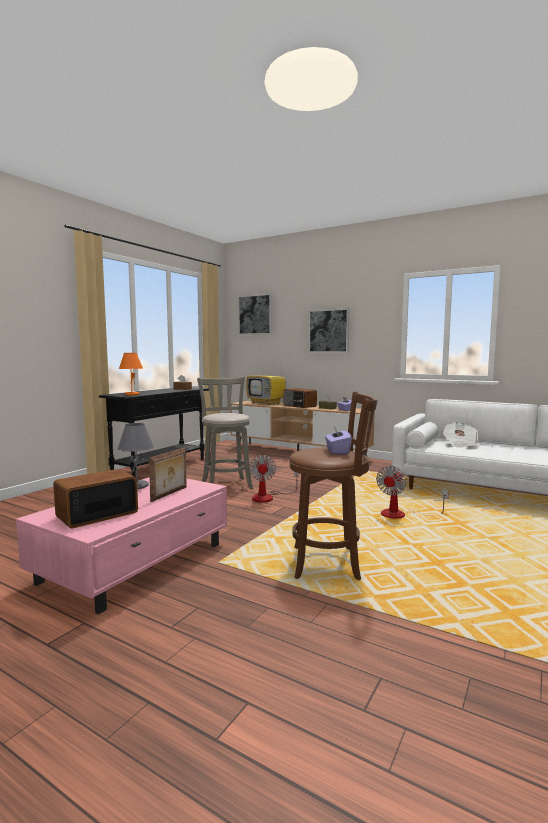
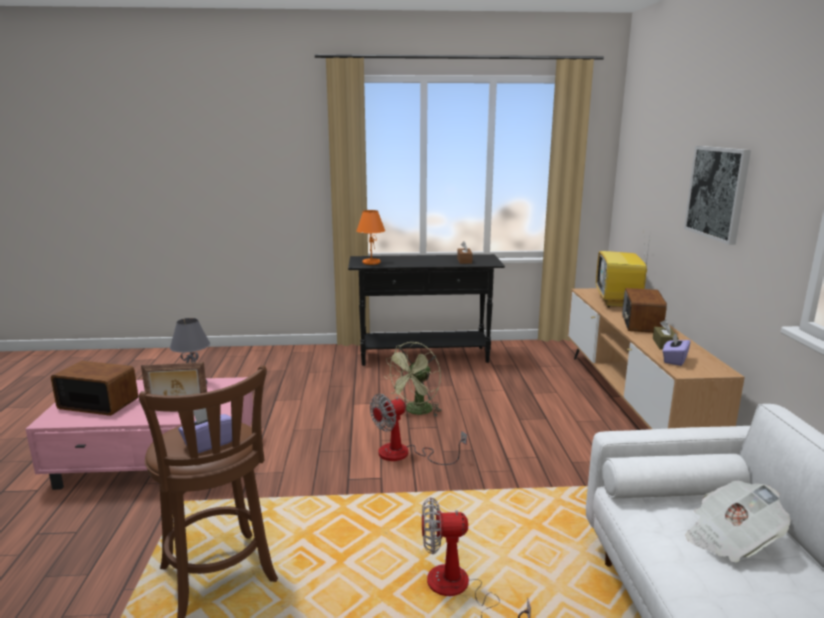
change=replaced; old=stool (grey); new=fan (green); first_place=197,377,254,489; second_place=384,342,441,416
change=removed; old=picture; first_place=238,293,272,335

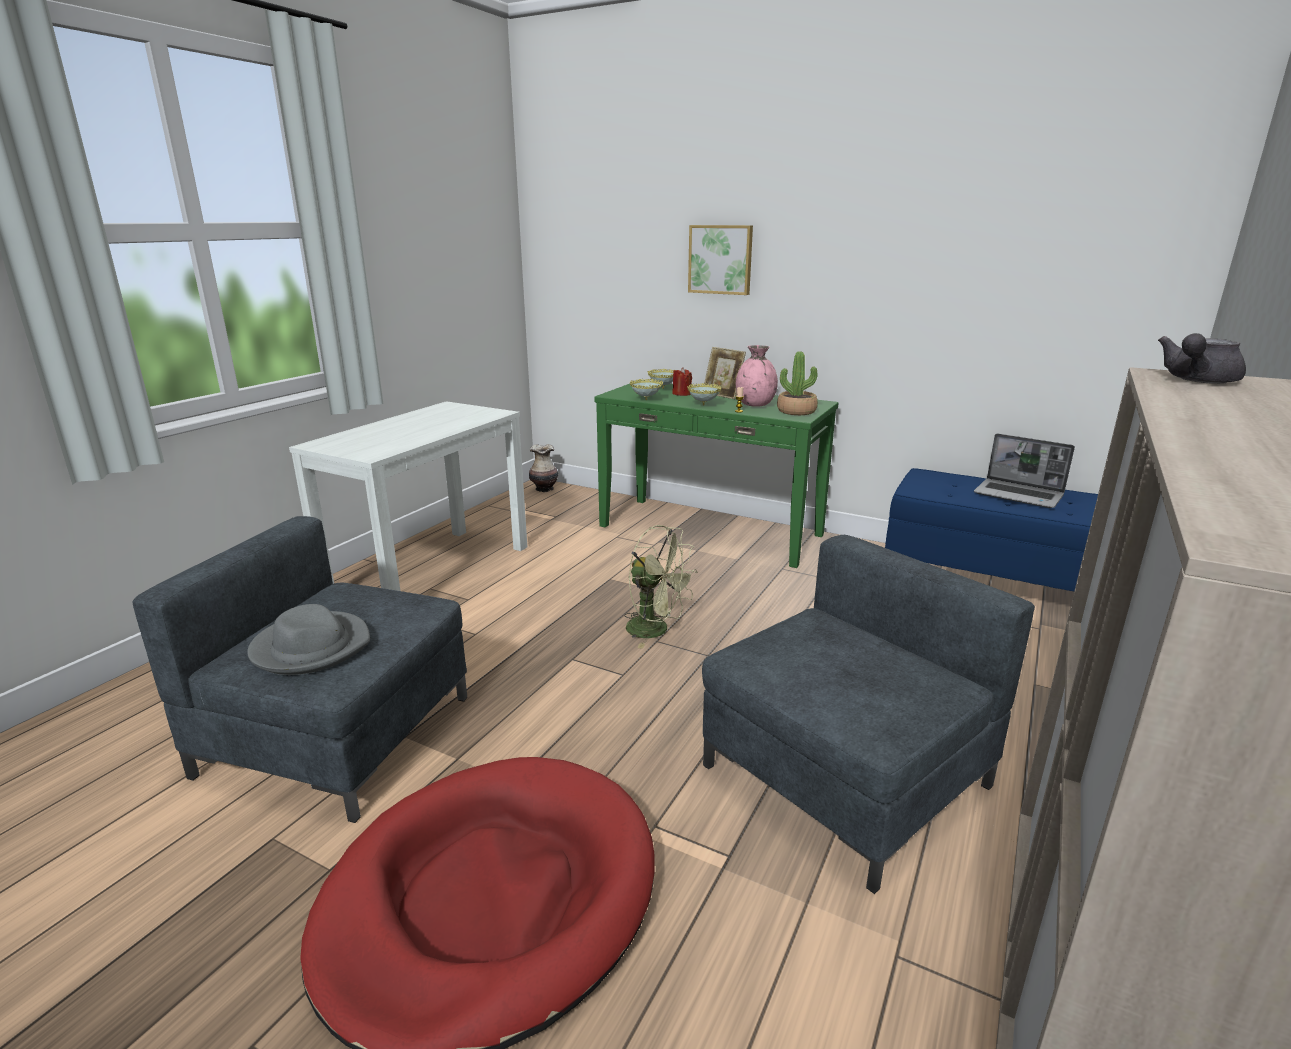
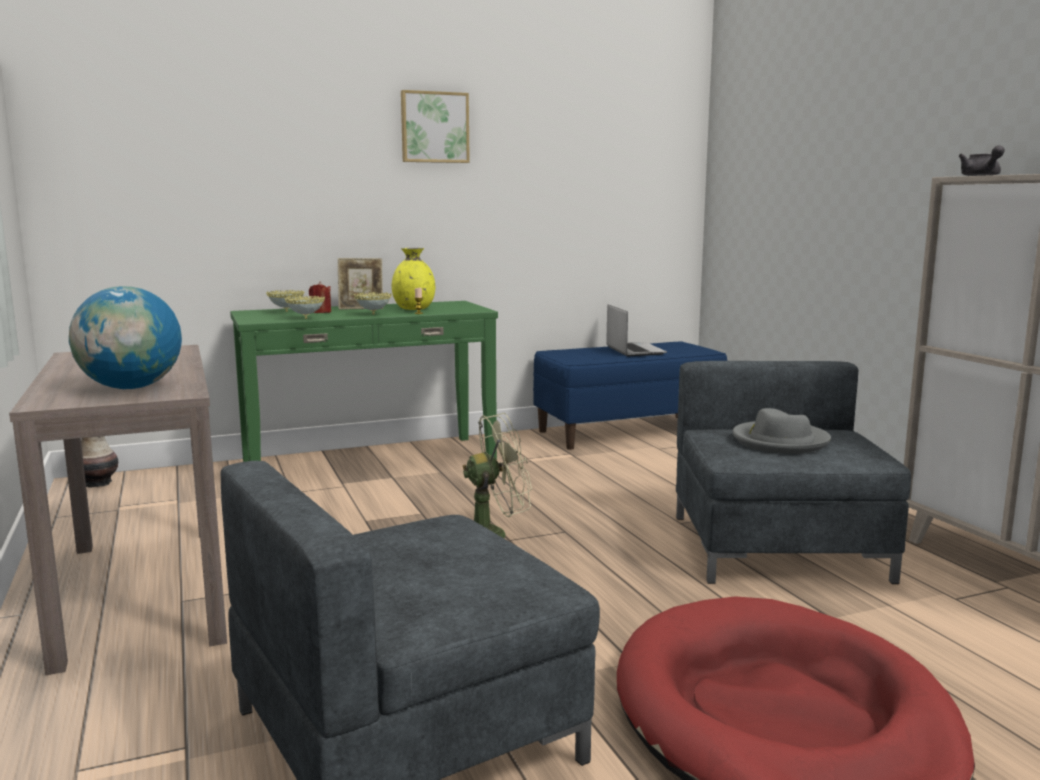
change=recoloured; old=console table (white); new=console table (brown); first_place=289,401,527,591; second_place=9,345,227,675
change=added; new=globe; second_place=69,286,182,389
change=recoloured; old=vase (pink); new=vase (yellow); first_place=736,345,778,407; second_place=392,248,435,310
change=moved; old=picture; first_place=688,225,753,295; second_place=401,90,470,163
change=turned; old=laptop; first_place=974,434,1075,508; second_place=606,304,667,356; degrees=-90
change=moved; old=hat (grey); first_place=247,604,370,675; second_place=732,408,831,454
change=removed; old=potted plant; first_place=777,351,818,415

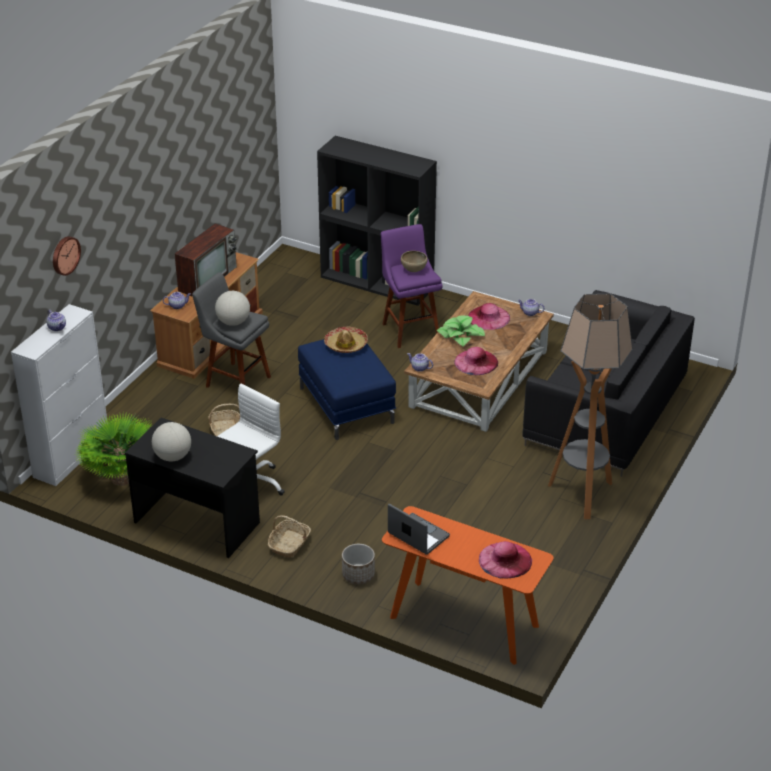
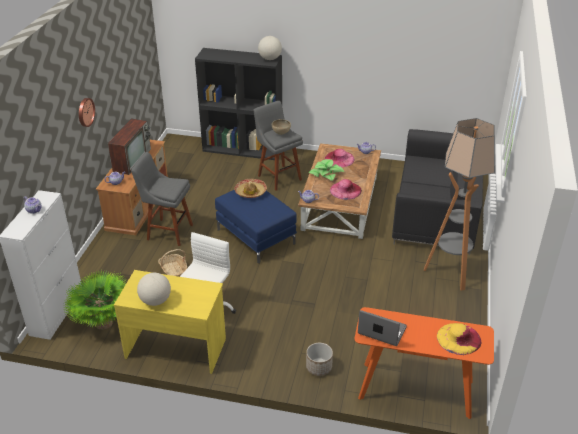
change=moved; old=wall clock; first_place=53,236,81,276; second_place=79,98,95,127
change=recoloured; old=desk (black); new=desk (yellow); first_place=125,417,260,558; second_place=114,270,226,374
change=recoloured; old=stool (purple); new=stool (grey); first_place=381,224,443,348; second_place=254,101,303,191
change=moved; old=globe; first_place=215,291,250,326; second_place=258,36,282,60
change=recoloured; old=hat (pink); new=hat (yellow); first_place=479,541,532,578; second_place=437,323,481,355
change=removed; old=basket; first_place=268,515,311,558

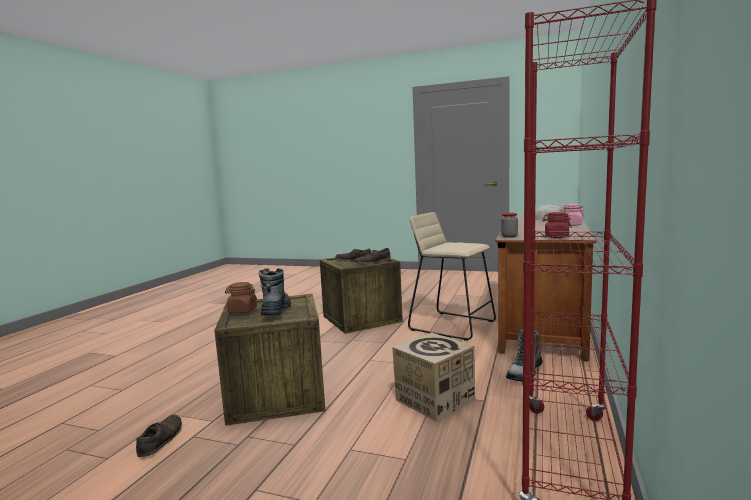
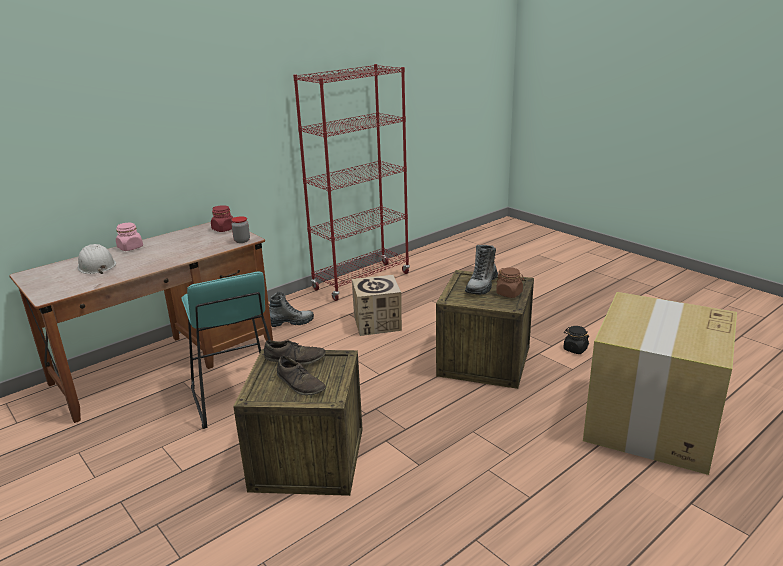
change=recoloured; old=stool (beige); new=stool (turquoise); first_place=408,212,496,341; second_place=181,271,271,429
change=replaced; old=shoe (brown); new=jar (black); first_place=136,415,182,457; second_place=563,326,589,354
change=added; new=cardboard box; second_place=583,292,737,475

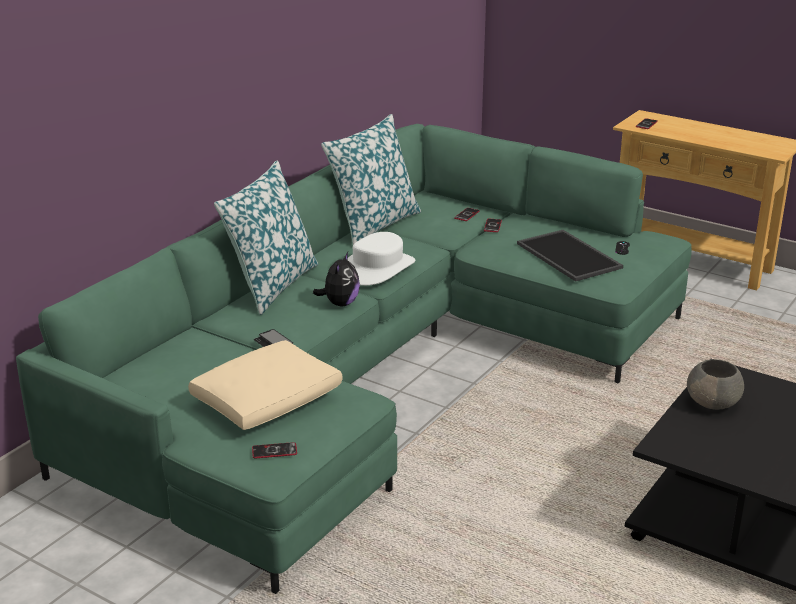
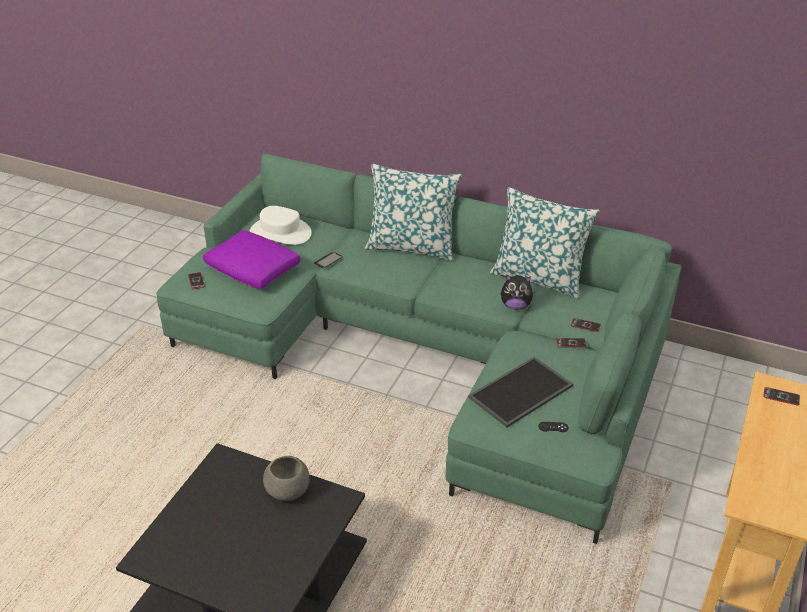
change=recoloured; old=pillow (beige); new=pillow (purple); first_place=188,340,342,430; second_place=203,230,300,289
change=moved; old=hat (white); first_place=347,232,416,286; second_place=250,206,311,245
change=moved; old=plush toy; first_place=313,252,360,307; second_place=501,275,535,310

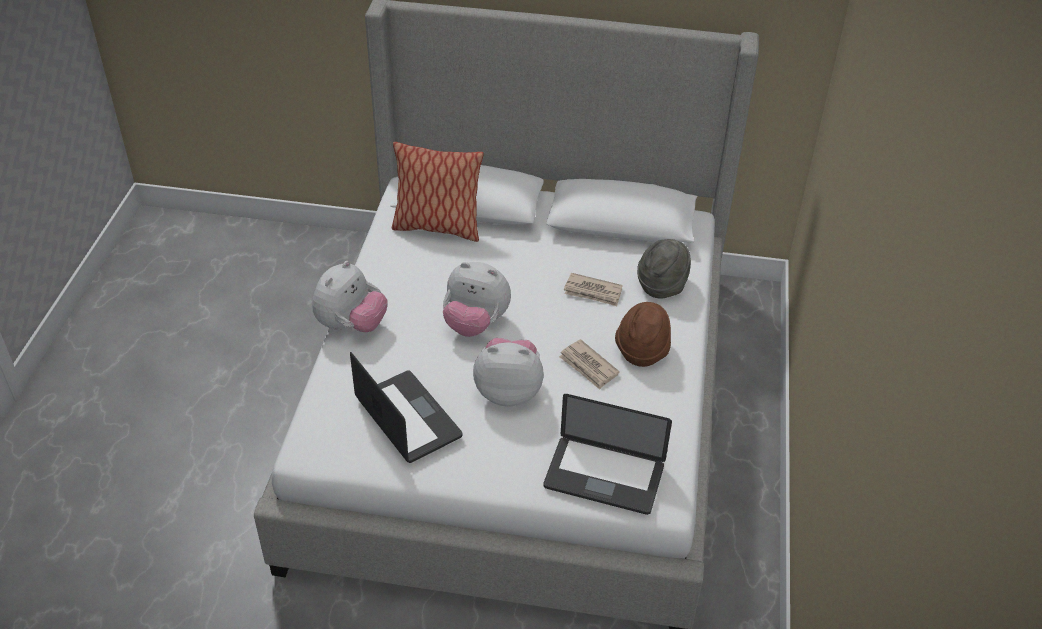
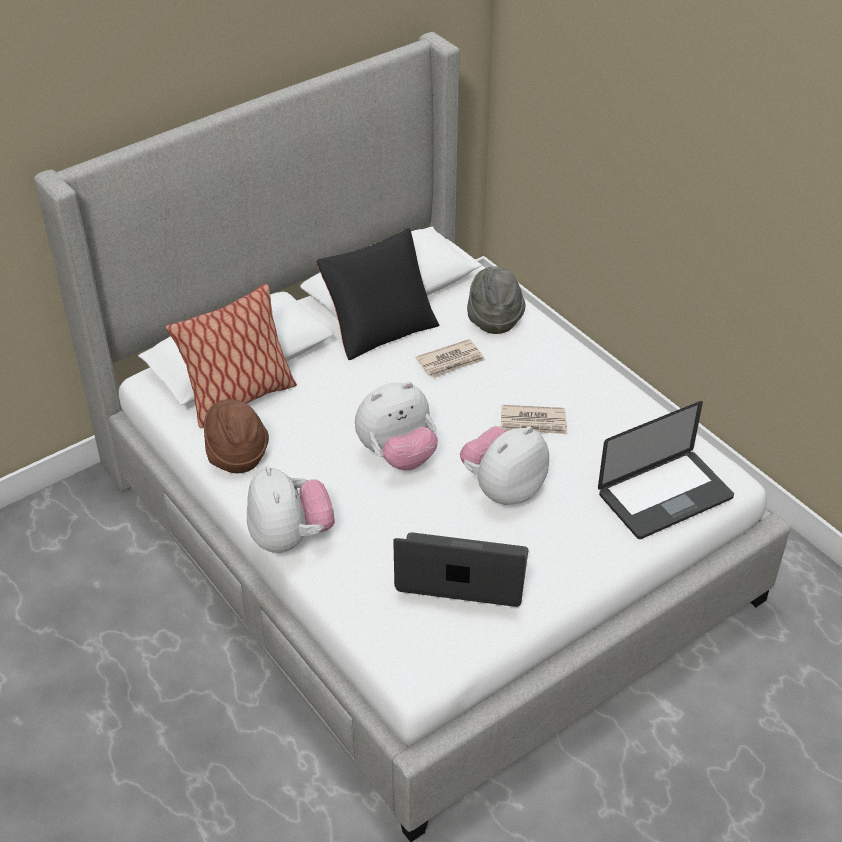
change=moved; old=hat (brown); first_place=615,302,671,367; second_place=204,399,269,473
change=added; new=pillow (black); second_place=316,228,439,360

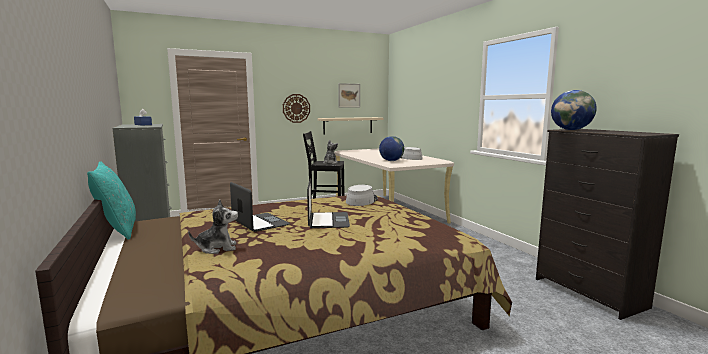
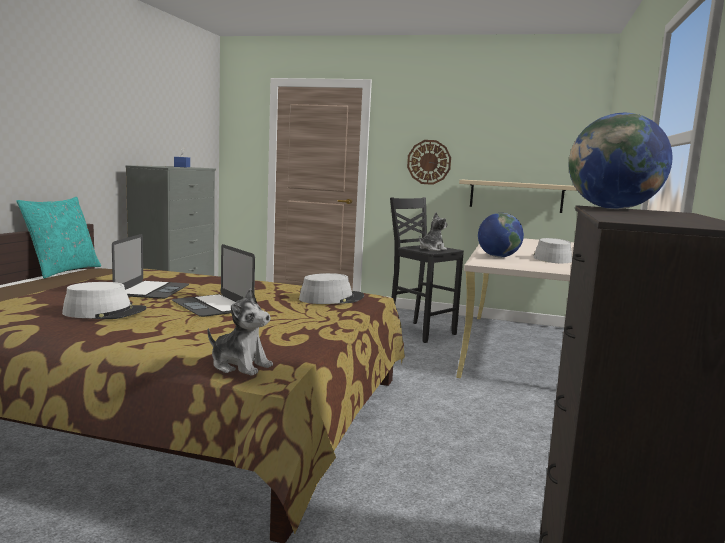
change=added; new=hat (white); second_place=62,282,147,319
change=turned; old=laptop; first_place=307,178,350,228; second_place=172,244,255,317; degrees=105
change=moved; old=plush toy; first_place=188,200,238,254; second_place=208,289,273,376
change=removed; old=picture; first_place=338,83,360,108

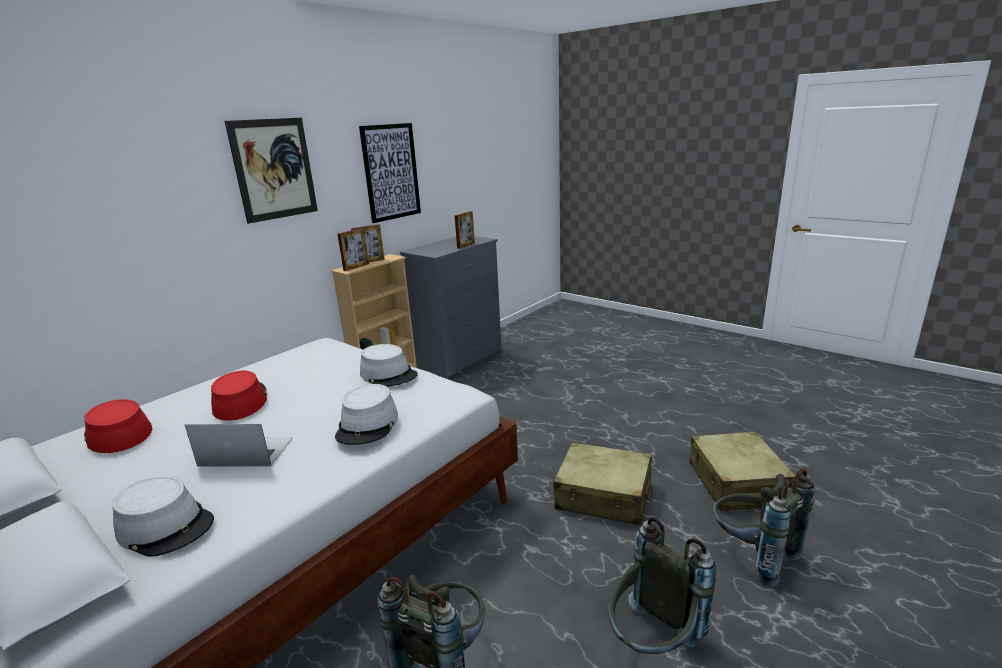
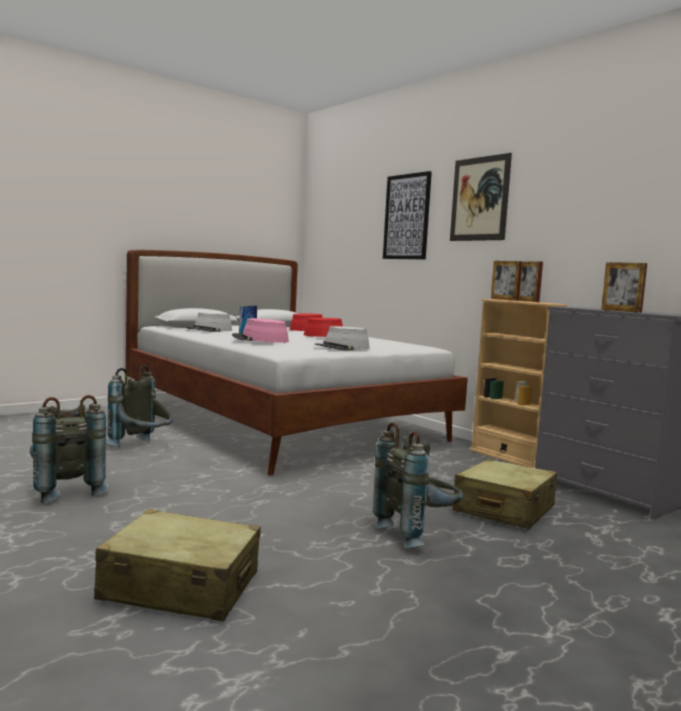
change=recoloured; old=hat (grey); new=hat (pink); first_place=335,384,398,445; second_place=232,318,289,343
change=moved; old=backpack (grey); first_place=713,469,815,587; second_place=373,422,463,548
change=moved; old=picture; first_place=359,123,421,223; second_place=383,171,432,259
change=moved; old=suitcase (beige); first_place=553,442,653,525; second_place=453,459,557,529

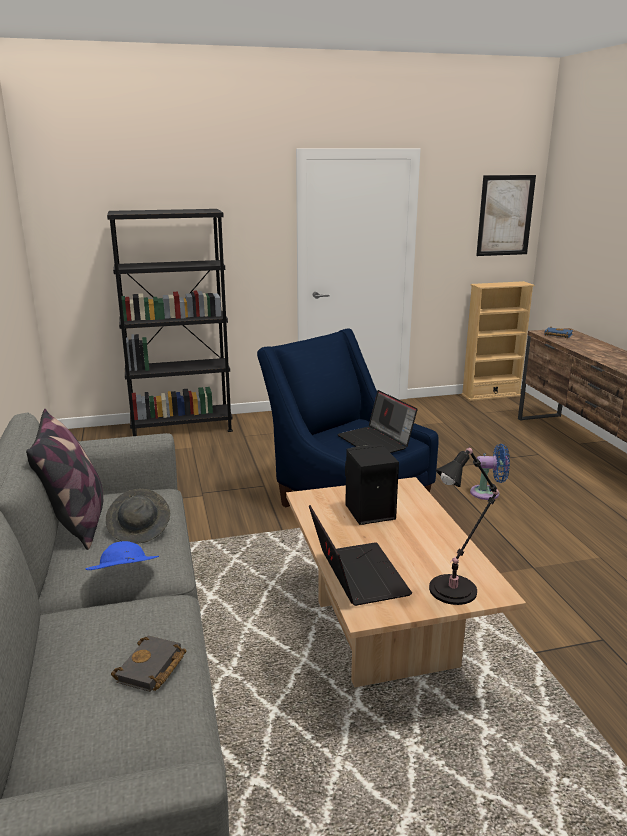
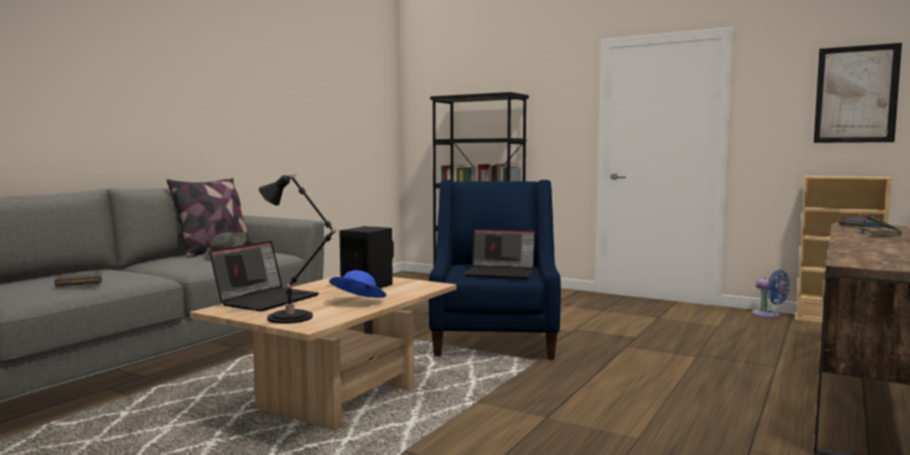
change=moved; old=hat (blue); first_place=86,541,159,570; second_place=329,270,386,298
change=turned; old=laptop; first_place=337,390,418,453; second_place=464,229,535,279; degrees=-90
change=moved; old=fan (blue); first_place=470,444,510,500; second_place=752,270,790,318
change=added; new=book; second_place=856,214,902,237

